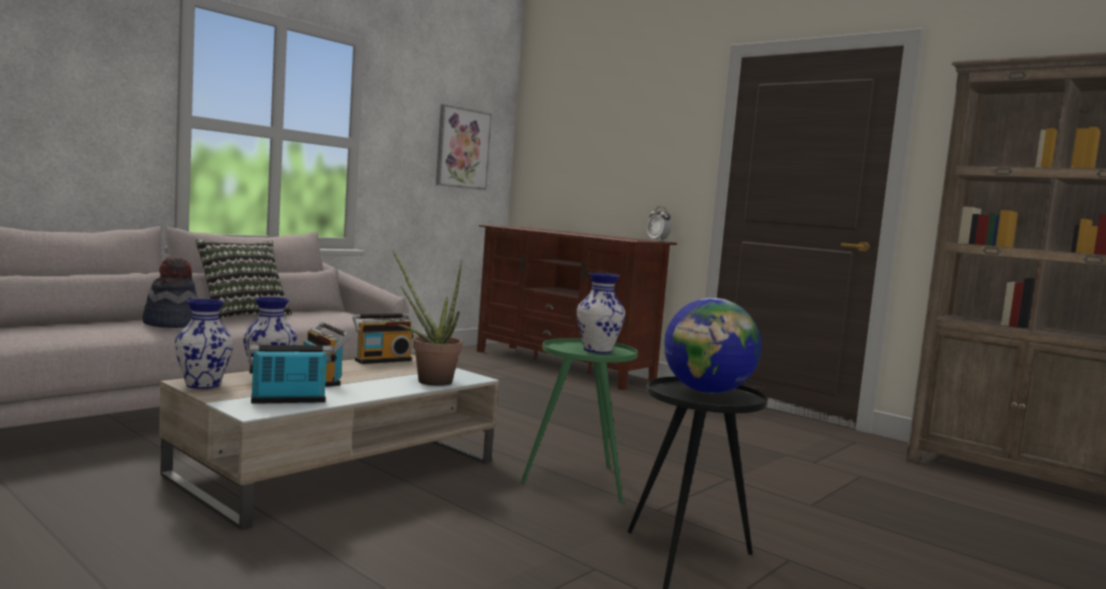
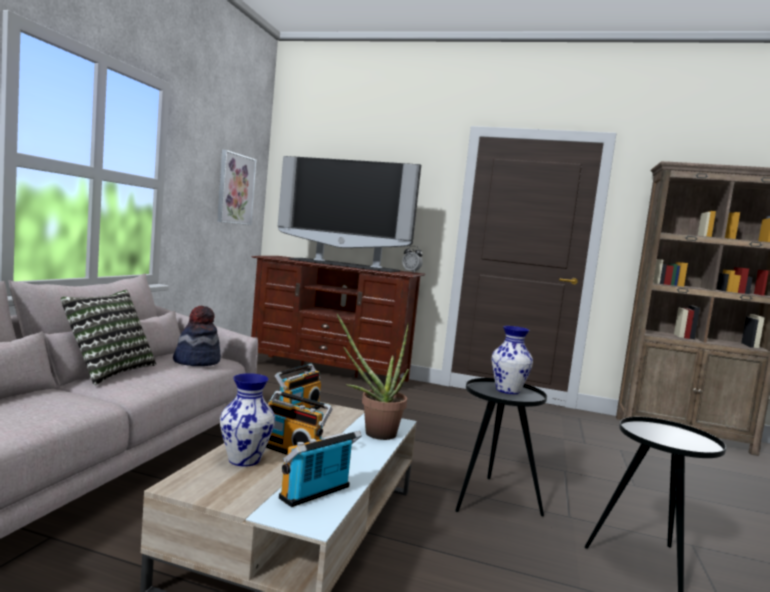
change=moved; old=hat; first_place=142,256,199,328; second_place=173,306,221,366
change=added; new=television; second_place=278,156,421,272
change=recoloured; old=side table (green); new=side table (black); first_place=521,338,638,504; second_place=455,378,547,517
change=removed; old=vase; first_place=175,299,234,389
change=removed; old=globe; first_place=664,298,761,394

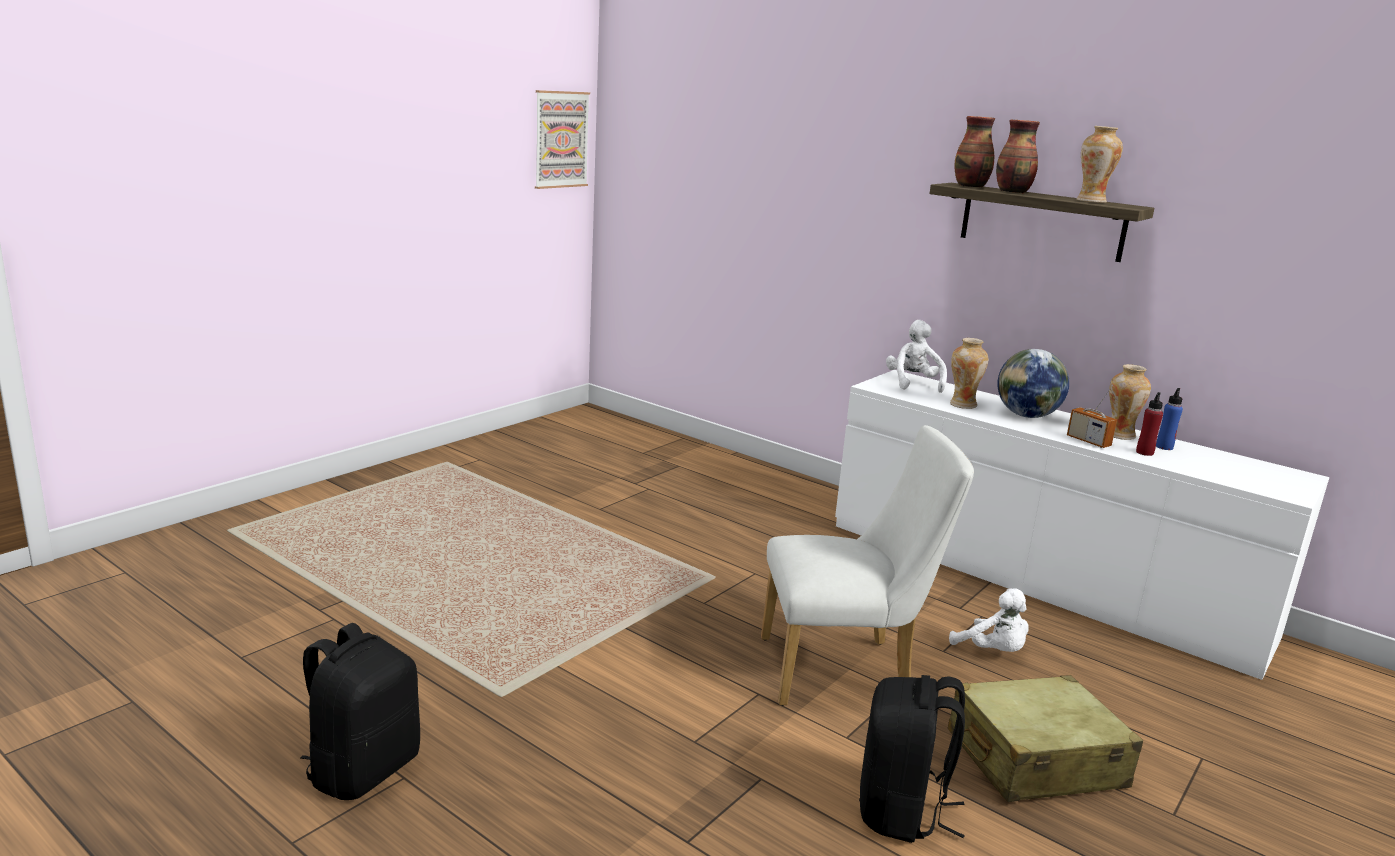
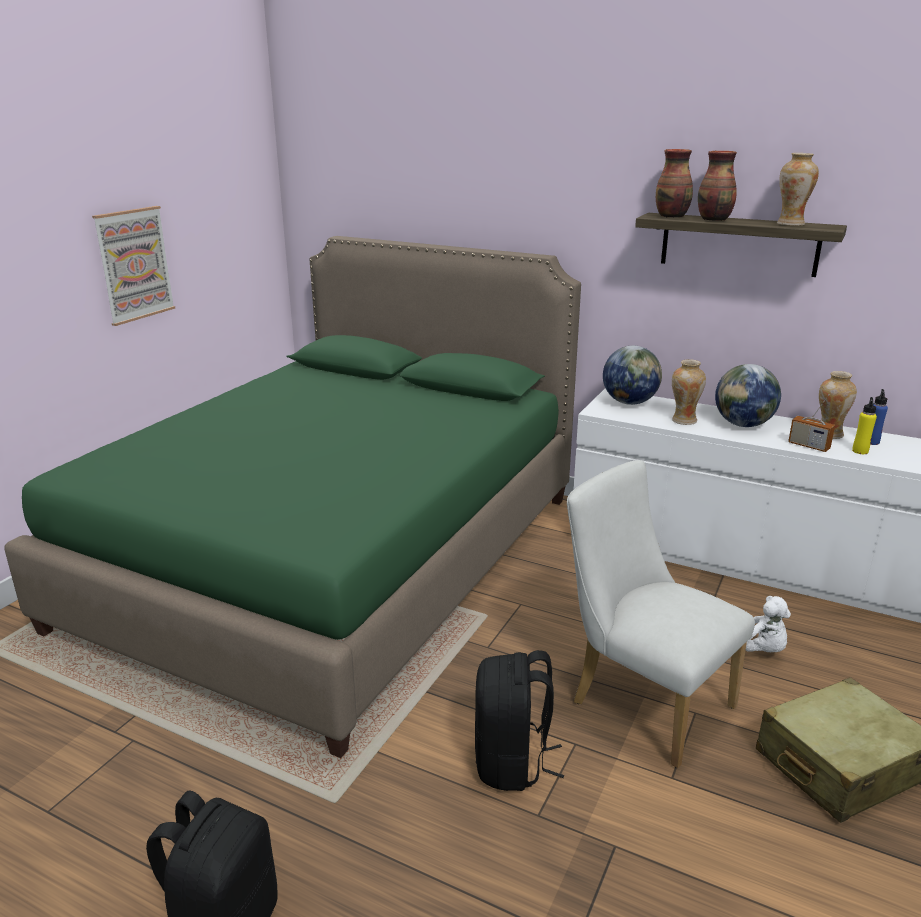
change=added; new=bed (green); second_place=4,236,581,758
change=moved; old=picture; first_place=535,90,590,189; second_place=92,206,175,326
change=moved; old=backpack (black); first_place=859,675,965,843; second_place=475,650,564,791
change=turned; old=chair (white); first_place=761,425,974,706; second_place=567,460,755,768; degrees=-120
change=replaced; old=plush toy (white); new=globe; first_place=886,320,947,393; second_place=603,346,662,405
change=recoloured; old=bottle (red); new=bottle (yellow); first_place=1136,392,1163,456; second_place=852,397,877,454

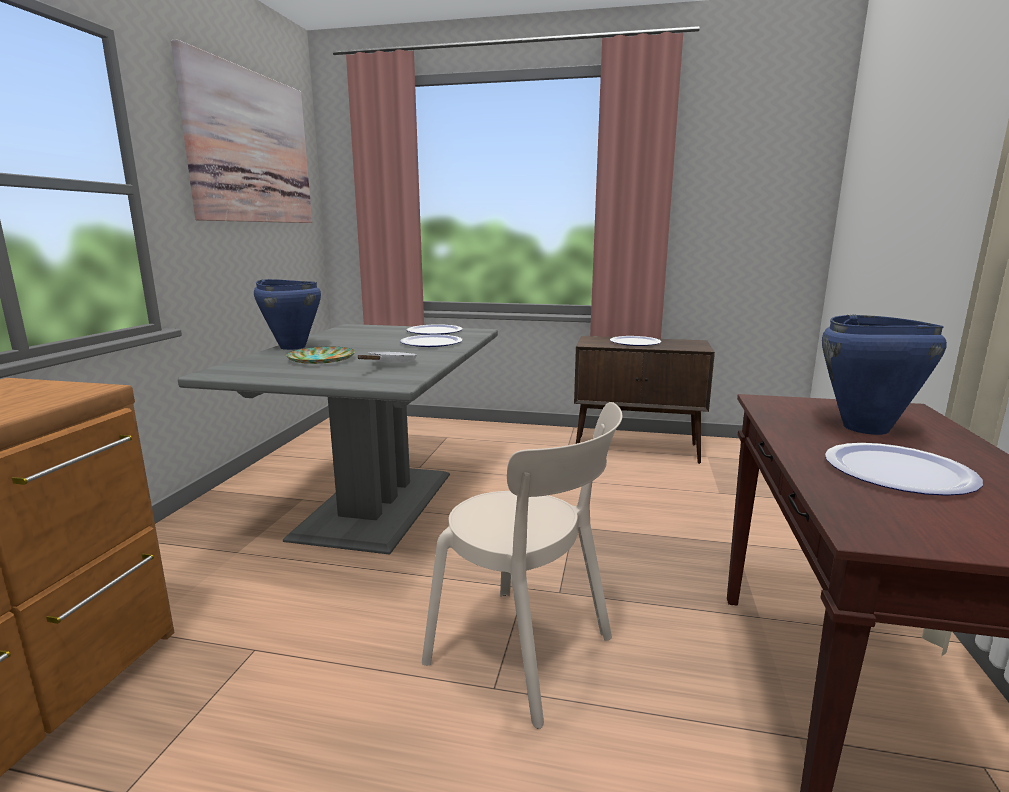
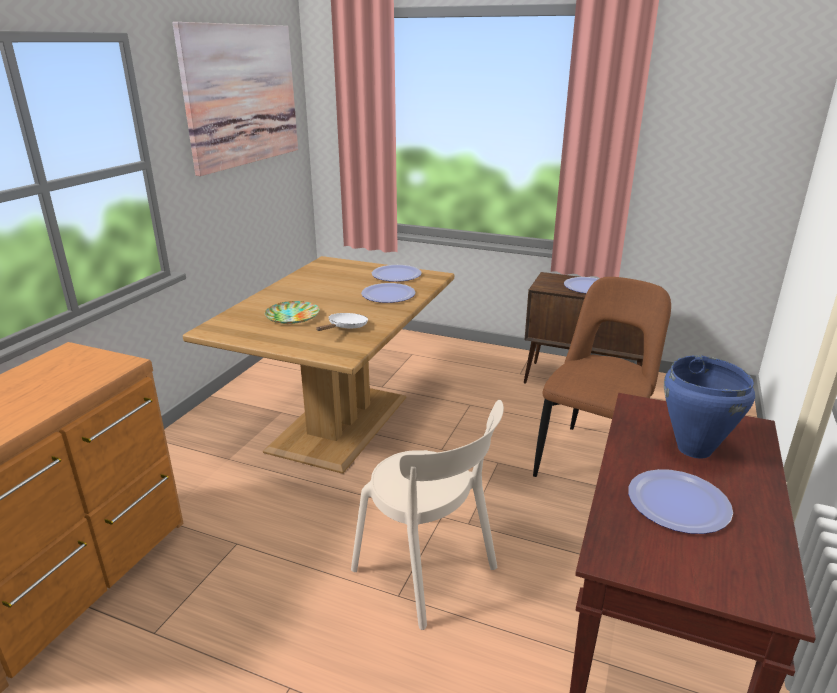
change=recoloured; old=dining table (grey); new=dining table (brown); first_place=178,324,498,554; second_place=183,256,454,474
change=added; new=chair (brown); second_place=533,277,671,477
change=removed; old=cooking pot (blue); first_place=254,279,321,350

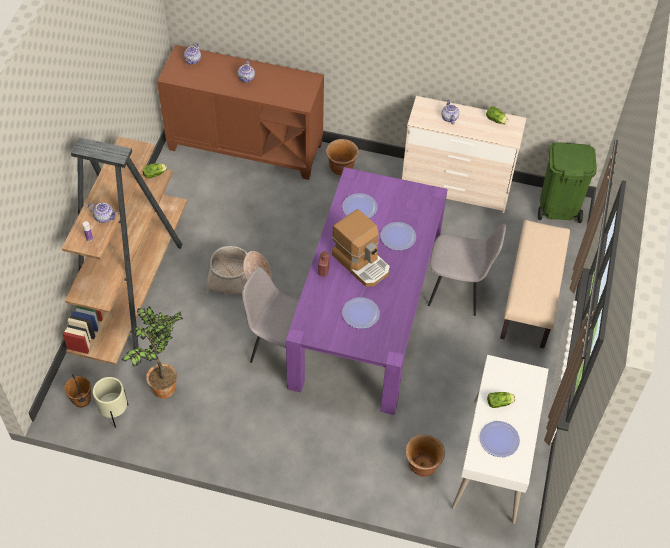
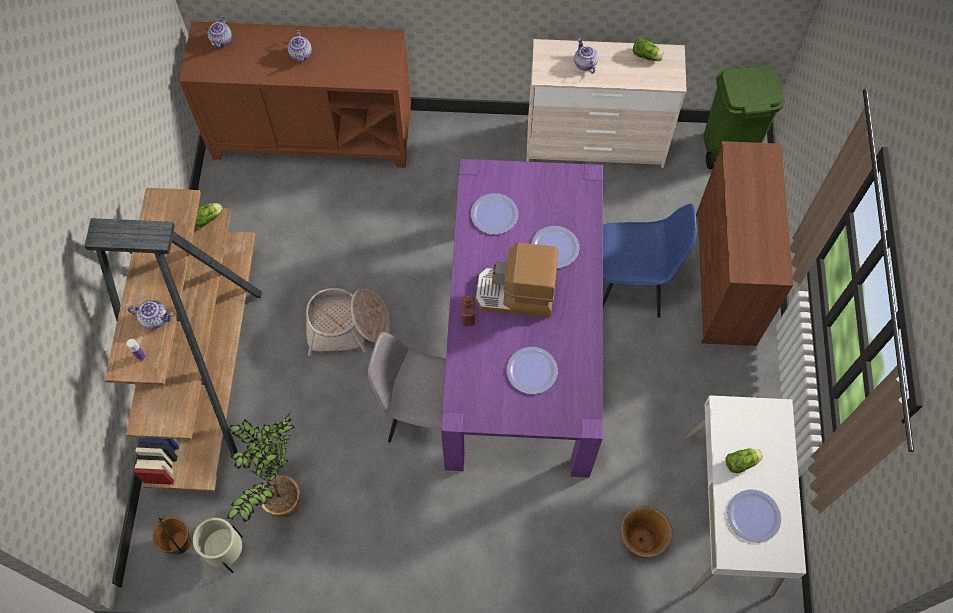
change=turned; old=coffee machine; first_place=332,209,390,287; second_place=476,243,558,318; degrees=150
change=recoloured; old=chair (grey); new=chair (blue); first_place=428,224,506,316; second_place=603,204,697,318
change=replaced; old=bench (beige); new=dresser (brown); first_place=500,220,570,348; second_place=696,141,793,346
change=removed; old=planter (brown); first_place=326,139,359,175

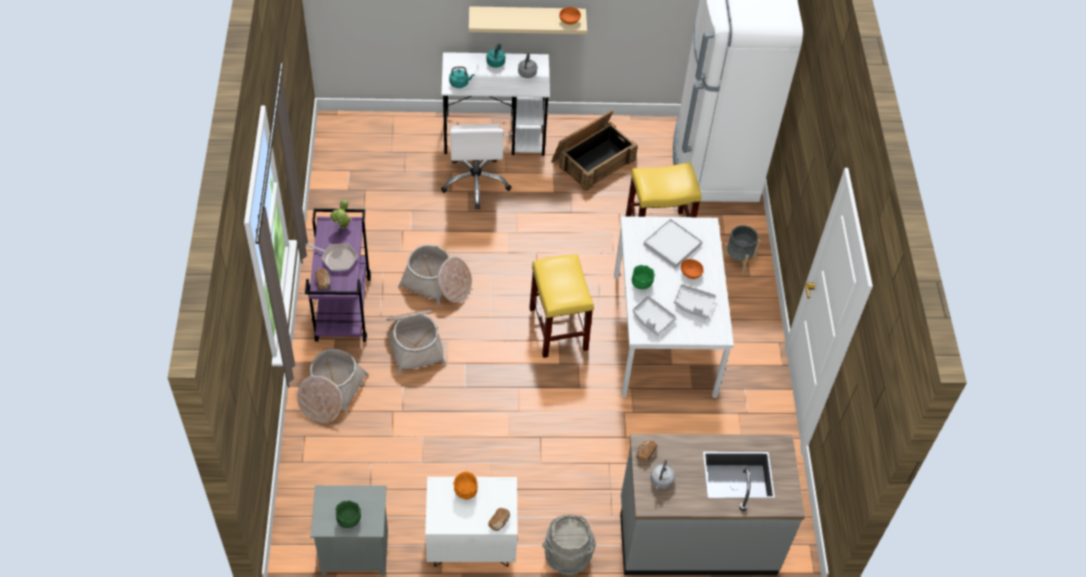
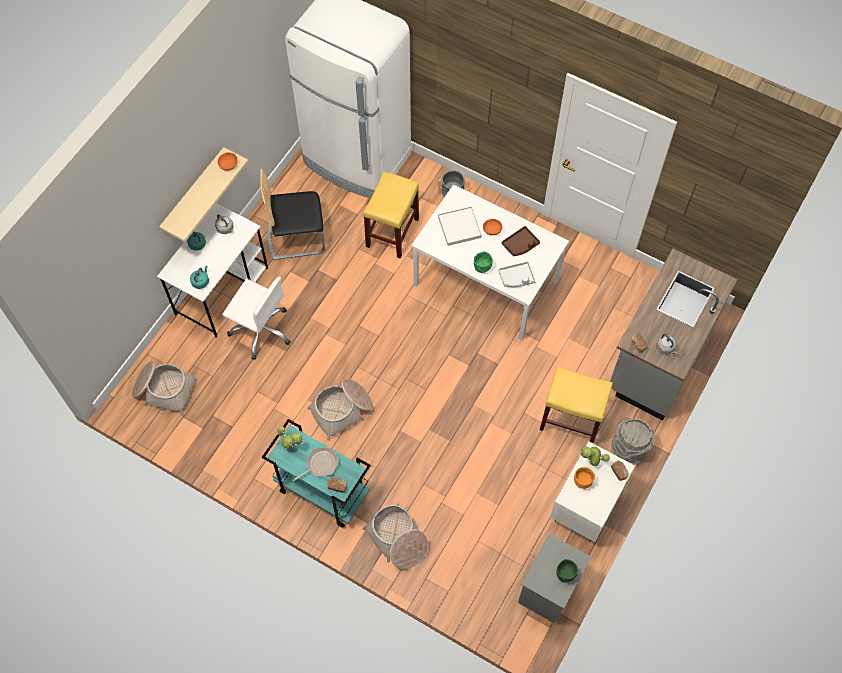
change=moved; old=basket; first_place=387,310,446,375; second_place=132,361,198,416
change=replaced; old=crate; new=chair; first_place=551,110,638,192; second_place=260,169,325,260
change=recoloured; old=cart (purple); new=cart (turquoise); first_place=305,209,371,342; second_place=262,419,371,528
change=recoloured; old=tray (grey); new=tray (brown); first_place=674,284,716,319; second_place=501,226,540,256
change=moved; old=stool (yellow); first_place=529,254,594,358; second_place=540,367,613,443
change=added; new=potted plant; second_place=580,446,610,467

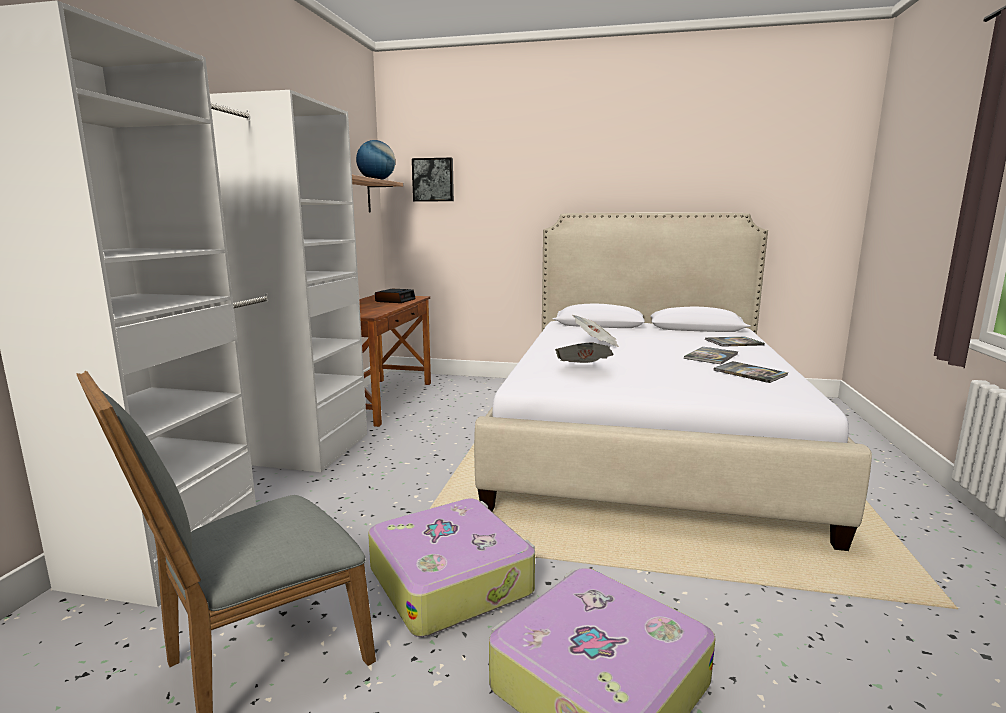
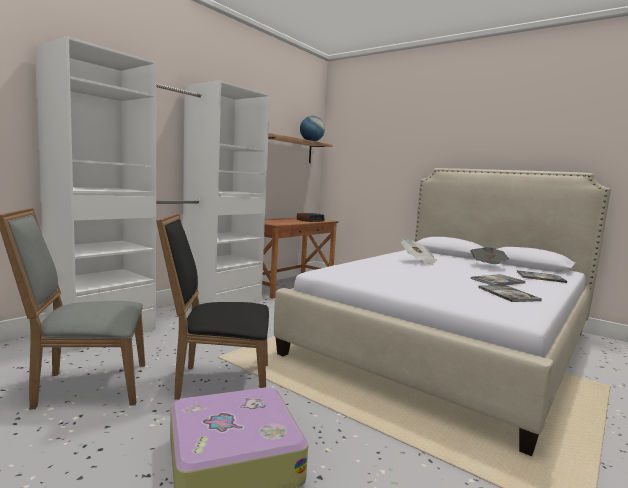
change=replaced; old=suitcase; new=chair (black); first_place=368,498,535,637; second_place=156,213,269,399
change=moved; old=newspaper; first_place=555,342,613,363; second_place=470,247,509,264
change=removed; old=picture; first_place=412,158,454,202

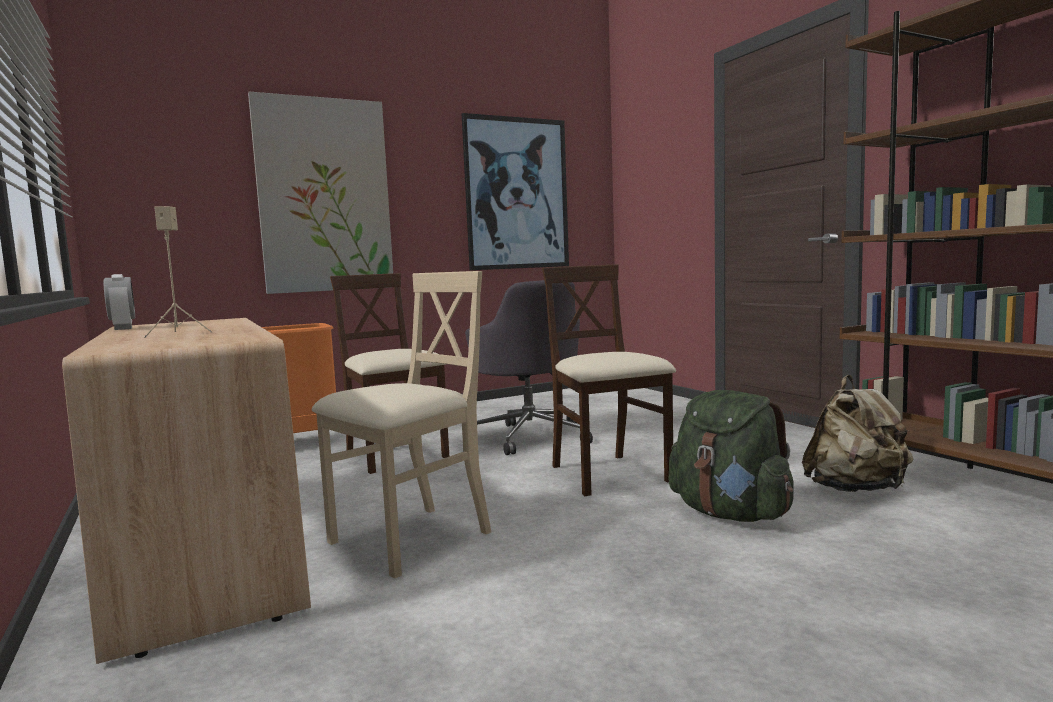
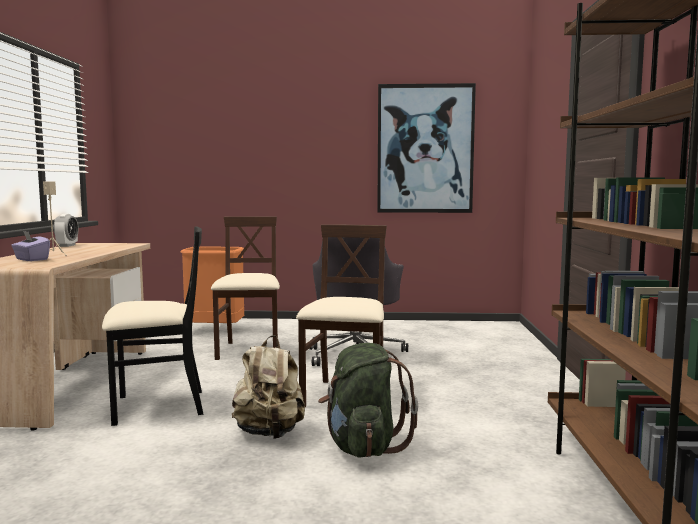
change=added; new=tissue box (purple); second_place=11,231,50,261
change=recoloured; old=chair (beige); new=chair (black); first_place=312,271,491,579; second_place=102,226,203,426
change=moved; old=backpack (beige); first_place=802,375,914,492; second_place=232,335,305,439
change=removed; old=picture; first_place=248,92,393,294

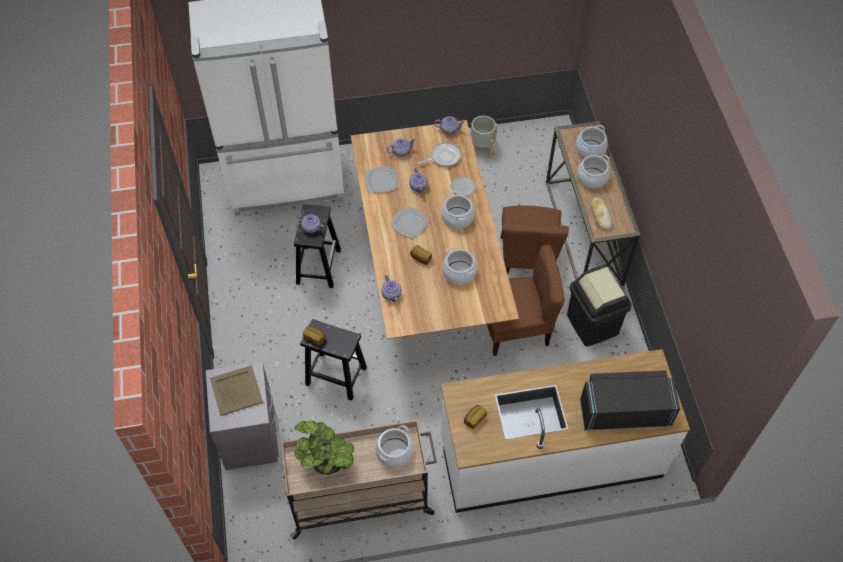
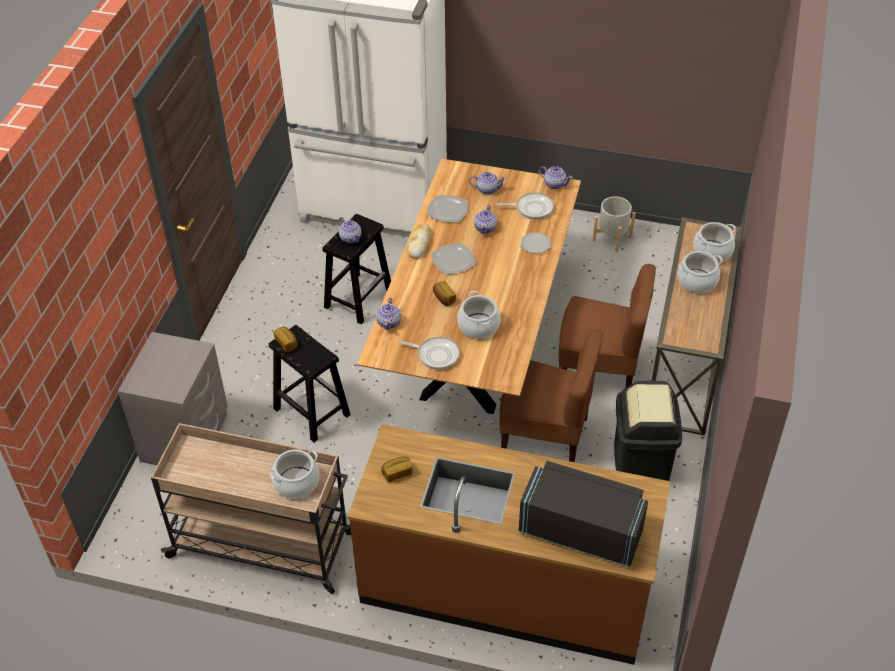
change=recoloured; old=counter (white); new=counter (brown); first_place=441,349,690,513; second_place=347,424,671,665
change=added; new=frying pan; second_place=398,337,460,370
change=moved; old=bread; first_place=591,197,612,230; second_place=407,223,431,258
change=turned; old=chair (brown); first_place=501,205,569,274; second_place=559,264,656,388; degrees=-105
change=removed; old=tray (beige); first_place=210,365,263,416
change=removed; old=potted plant; first_place=294,421,354,476
change=removed; old=cooking pot; first_place=441,191,475,229

